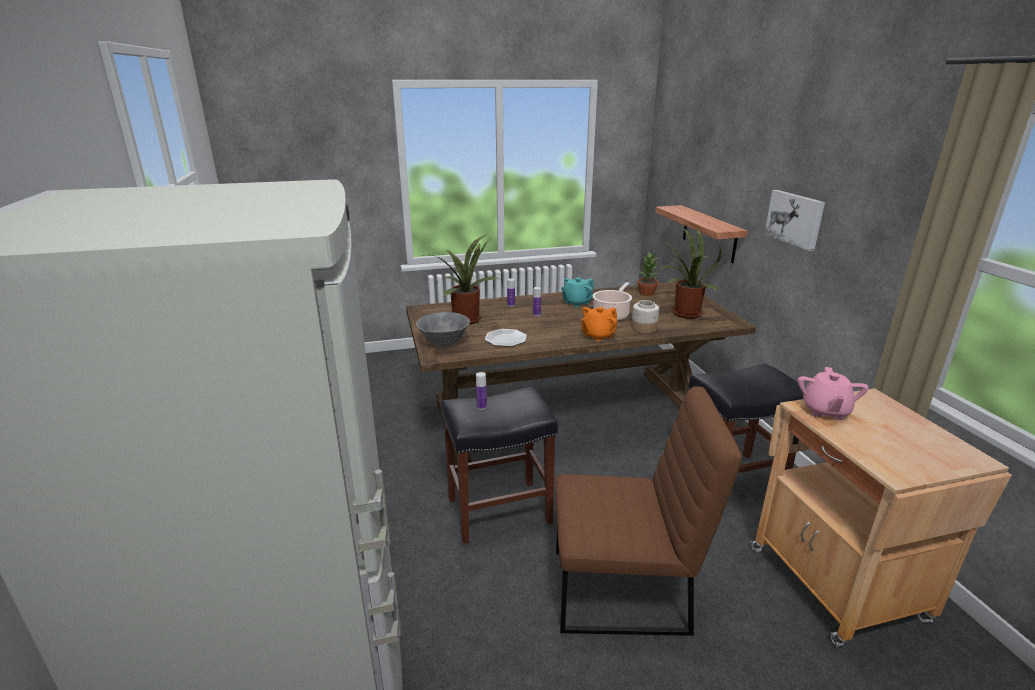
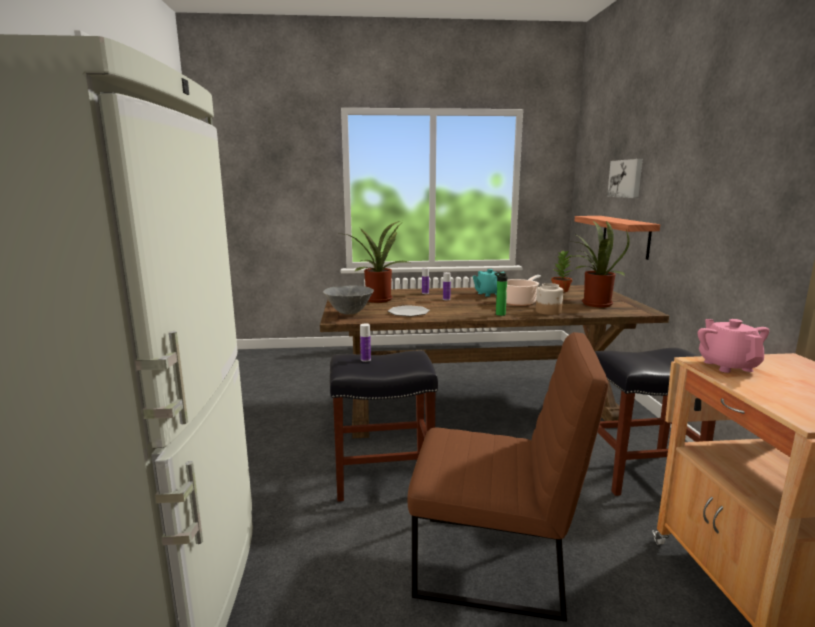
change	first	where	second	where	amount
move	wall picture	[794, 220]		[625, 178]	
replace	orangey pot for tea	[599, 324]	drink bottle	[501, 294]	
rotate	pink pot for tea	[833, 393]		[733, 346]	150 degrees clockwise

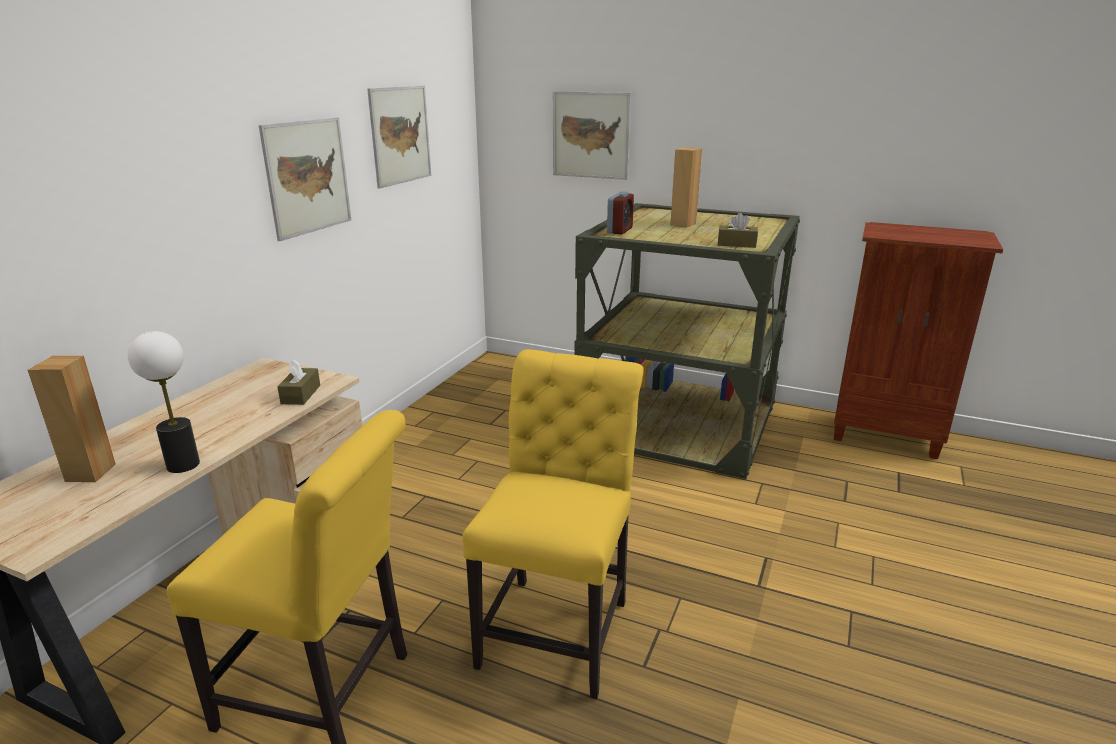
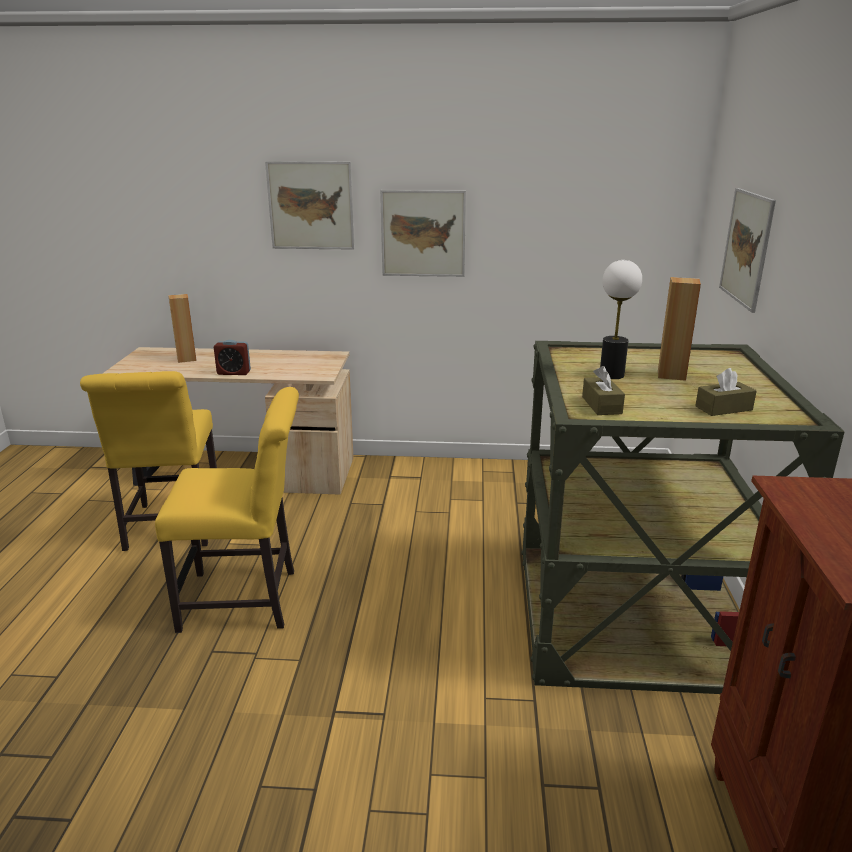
change	first	where	second	where	amount
move	lamp for a table	[164, 402]		[621, 319]	
move	brownish box of tissues	[298, 382]		[726, 392]	
move	wall picture	[399, 137]		[310, 205]	
move	table clock	[620, 212]		[232, 357]	

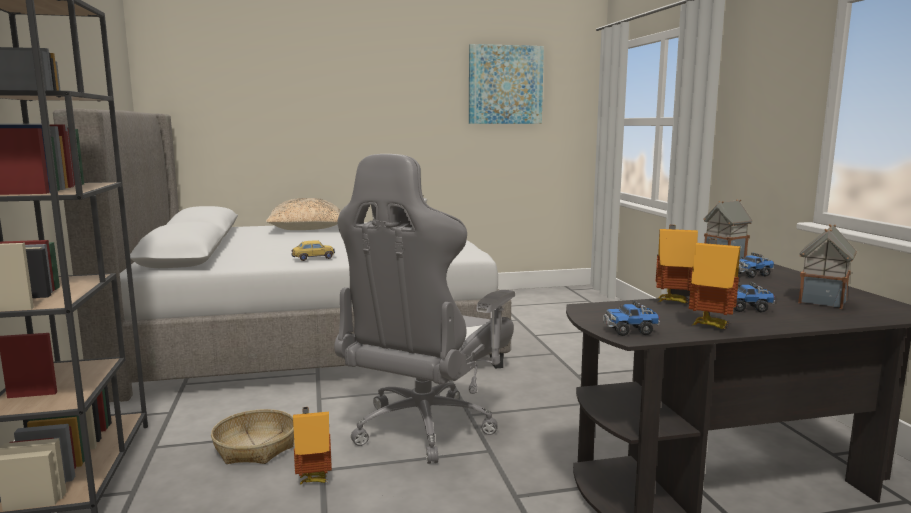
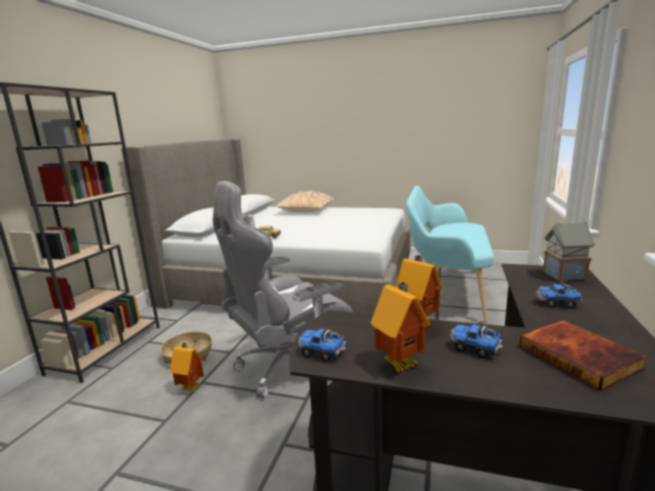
change	first	where	second	where	amount
delete	wall picture	[506, 84]			
insert			turquoise-coloured bench	[450, 255]	
replace	model house	[827, 266]	bound book	[583, 355]	

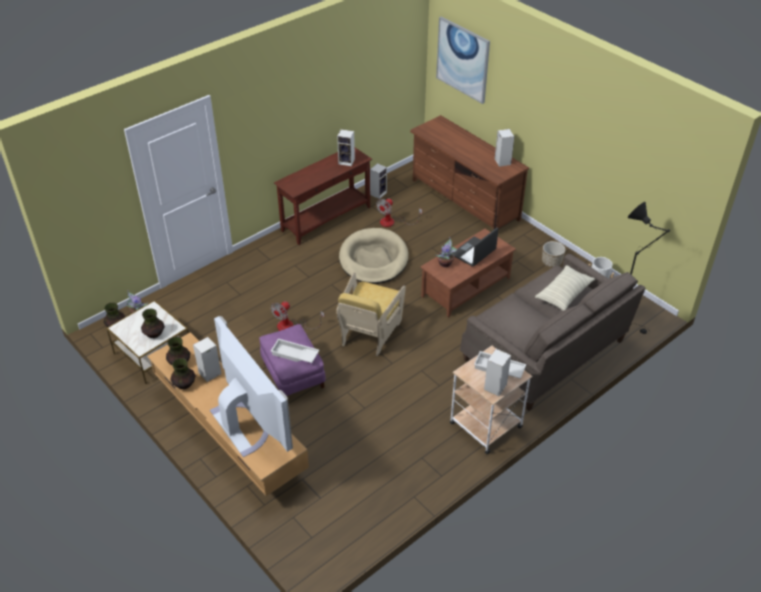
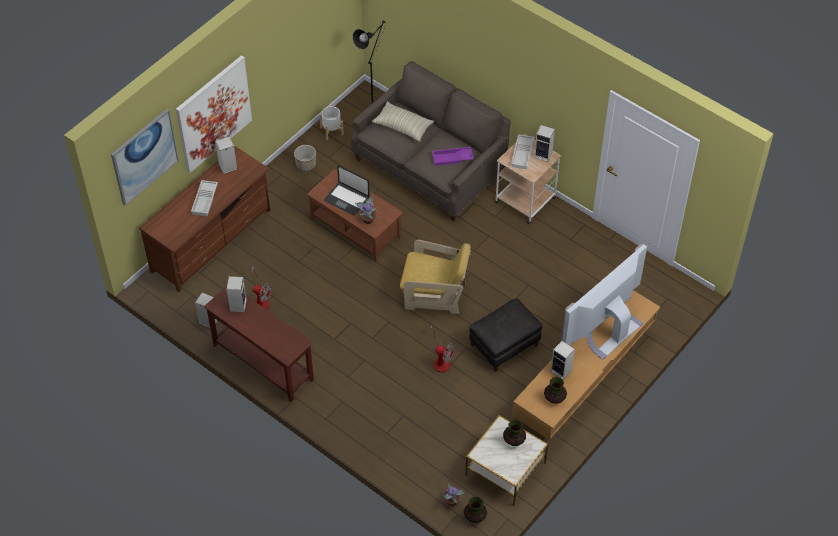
change	first	where	second	where	amount
delete	decorative vase	[183, 373]			
delete	beige-coloured pet bed	[374, 256]			
insert			wall picture	[214, 114]	
insert			purple serving tray	[452, 156]	
move	whitish serving tray	[294, 351]		[204, 198]	
recolor	purple ottoman	[292, 360]	black ottoman	[505, 335]	

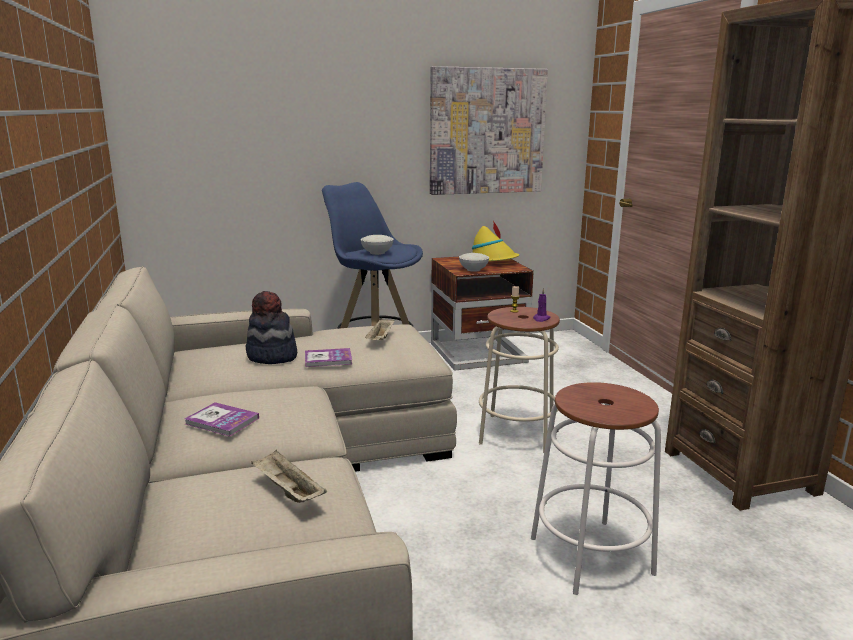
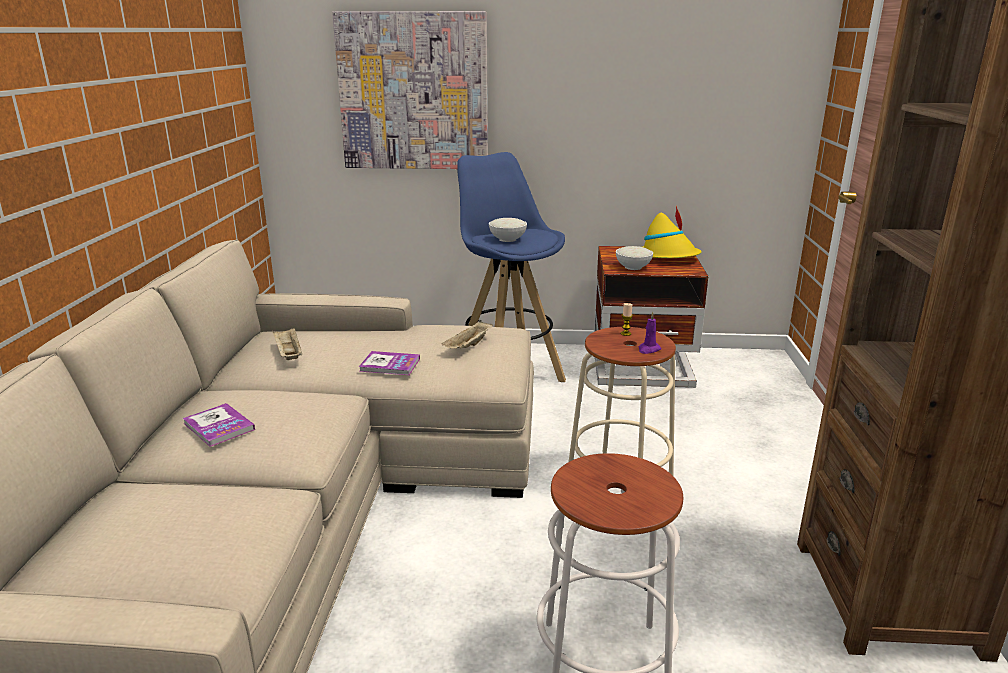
change	first	where	second	where	amount
delete	wearable hat	[271, 327]			
move	beige-coloured serving tray	[289, 476]		[287, 344]	
move	wall picture	[489, 130]		[410, 90]	

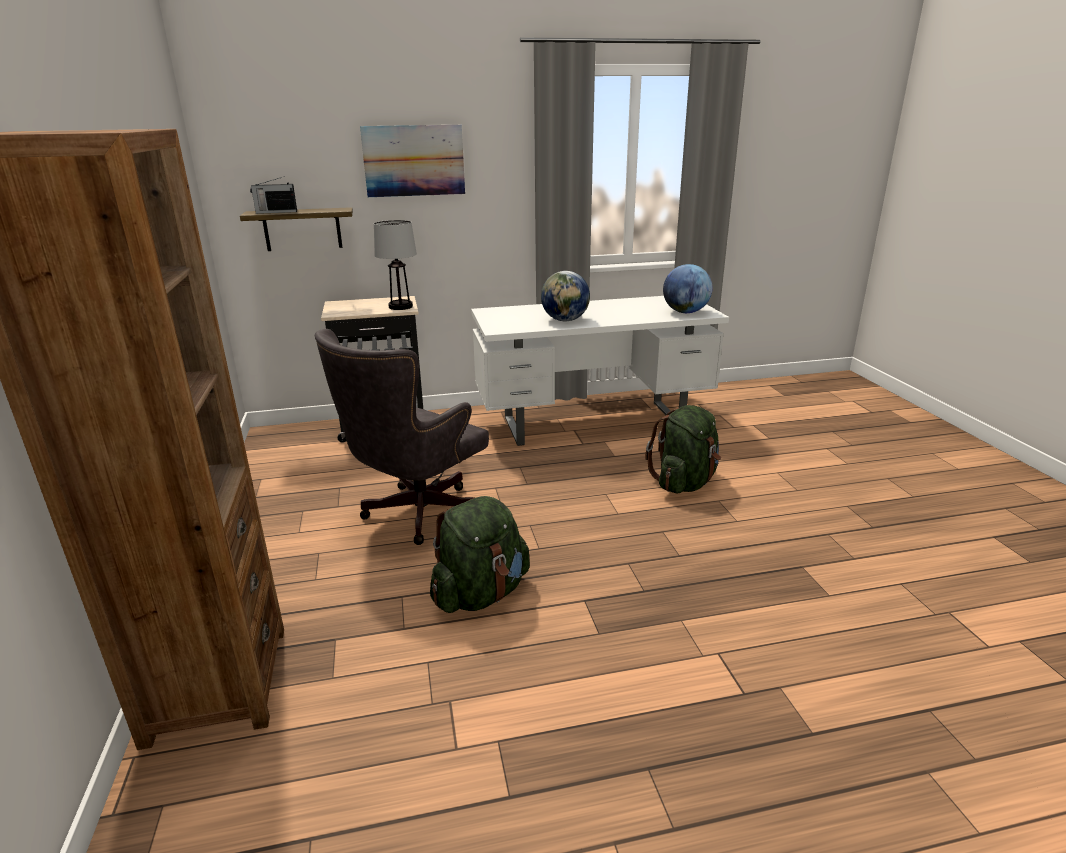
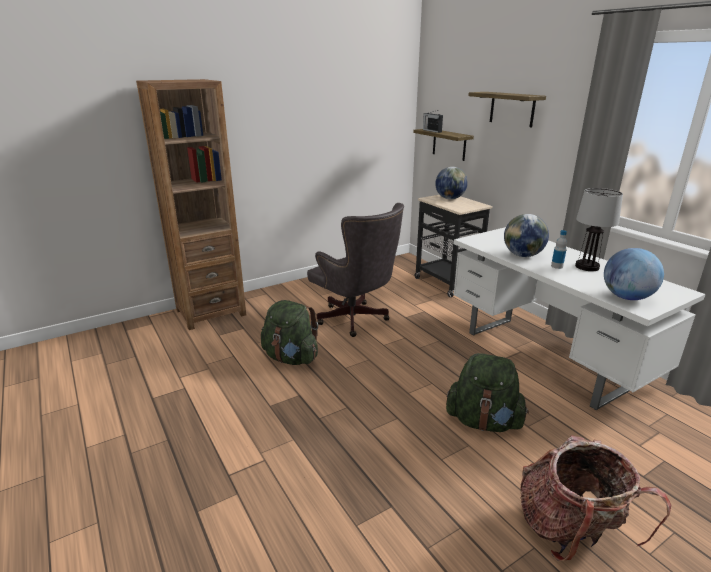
change	first	where	second	where	amount
insert			desk globe	[451, 183]	
insert			backpack	[595, 498]	
insert			drink bottle	[559, 249]	
move	lamp for a table	[395, 265]		[599, 229]	
replace	wall picture	[412, 161]	wall shelf	[507, 109]	
rotate	grey computer chair	[402, 437]		[355, 270]	150 degrees counterclockwise

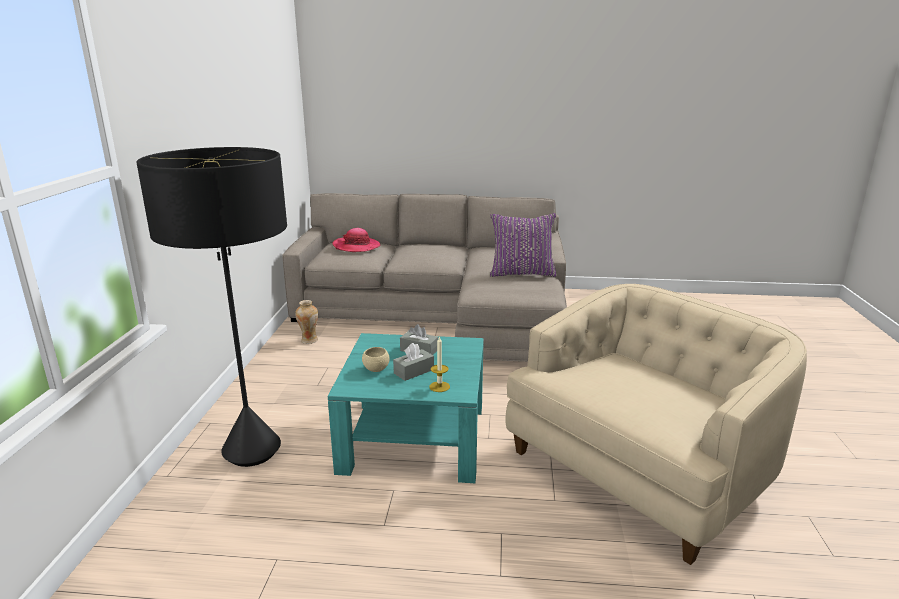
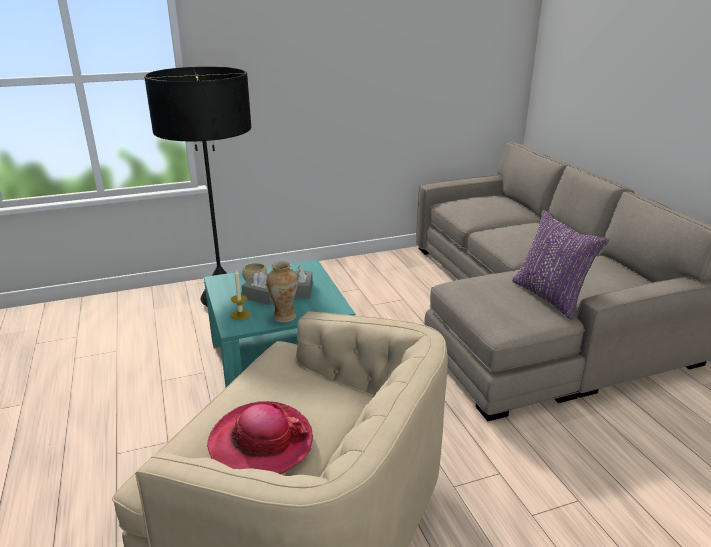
change	first	where	second	where	amount
move	decorative vase	[306, 322]		[282, 291]	
move	wearable hat	[356, 240]		[260, 437]	

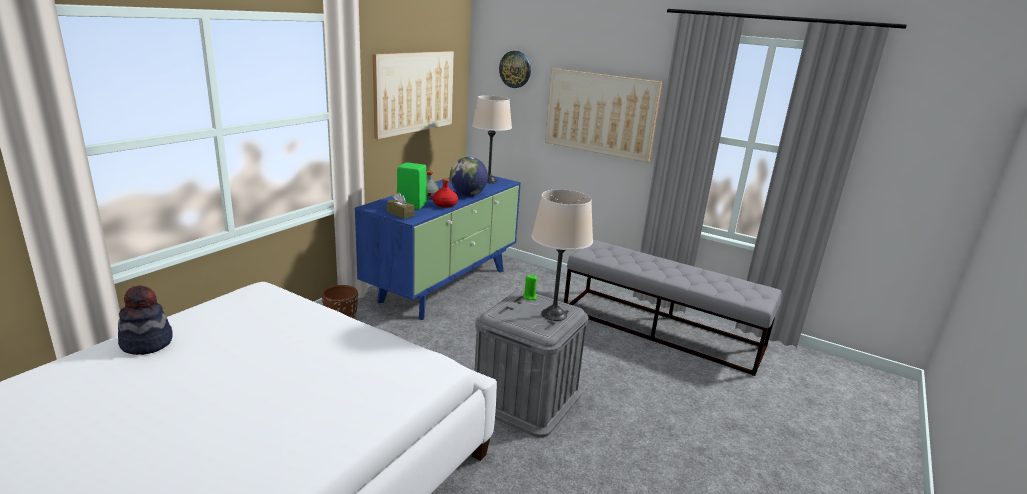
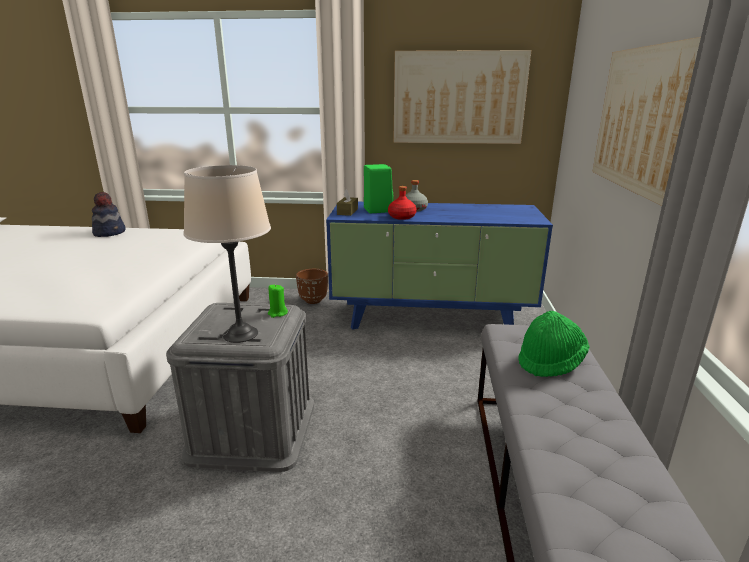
change	first	where	second	where	amount
delete	desk globe	[469, 176]			
delete	beige-coloured lamp for a table	[492, 139]			
delete	wall clock	[515, 69]			
insert			green wearable hat	[554, 344]	

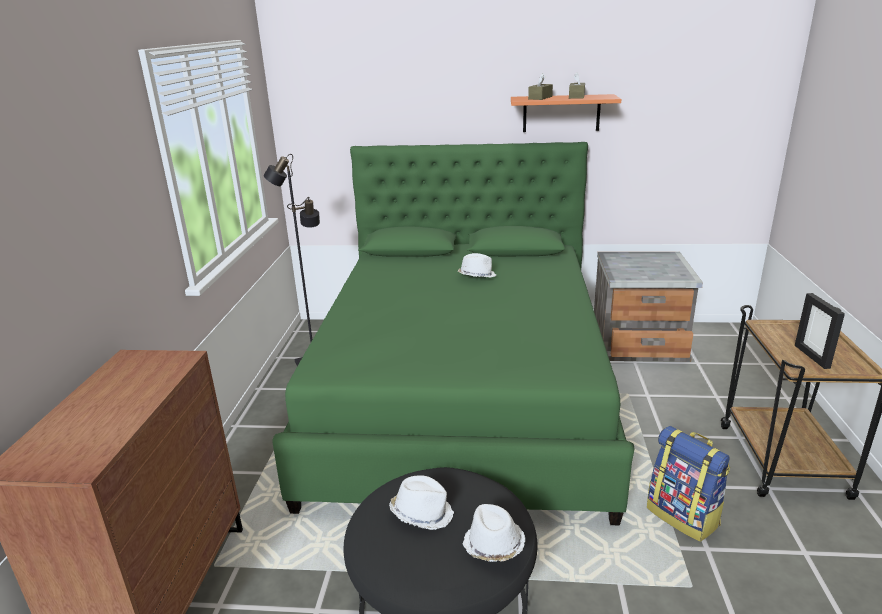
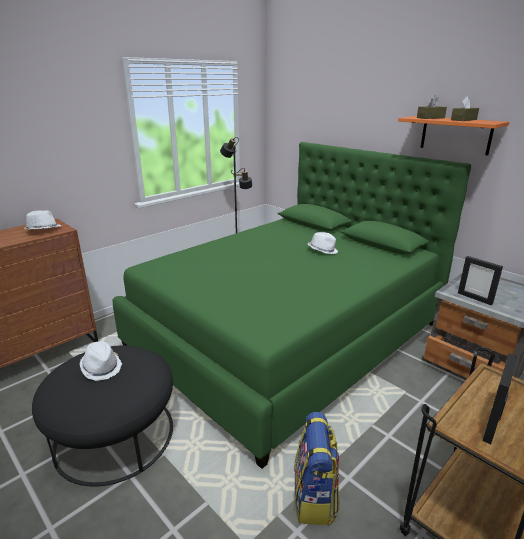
change	first	where	second	where	amount
insert			photo frame	[480, 280]	
move	whitish wearable hat	[494, 533]		[42, 220]	

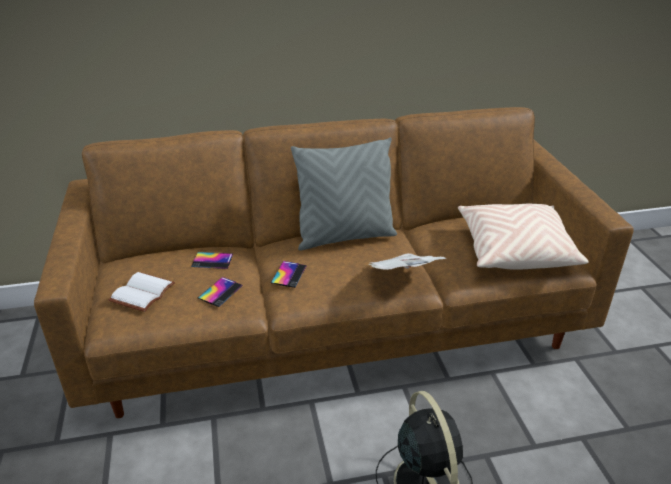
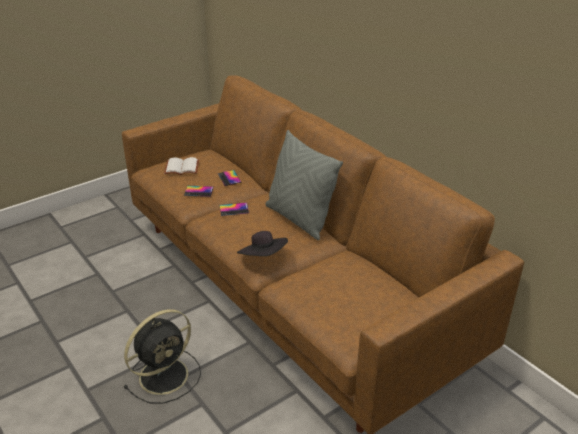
change	first	where	second	where	amount
delete	beige-coloured throw pillow	[523, 237]			
replace	printed paper	[408, 261]	black wearable hat	[262, 243]	

